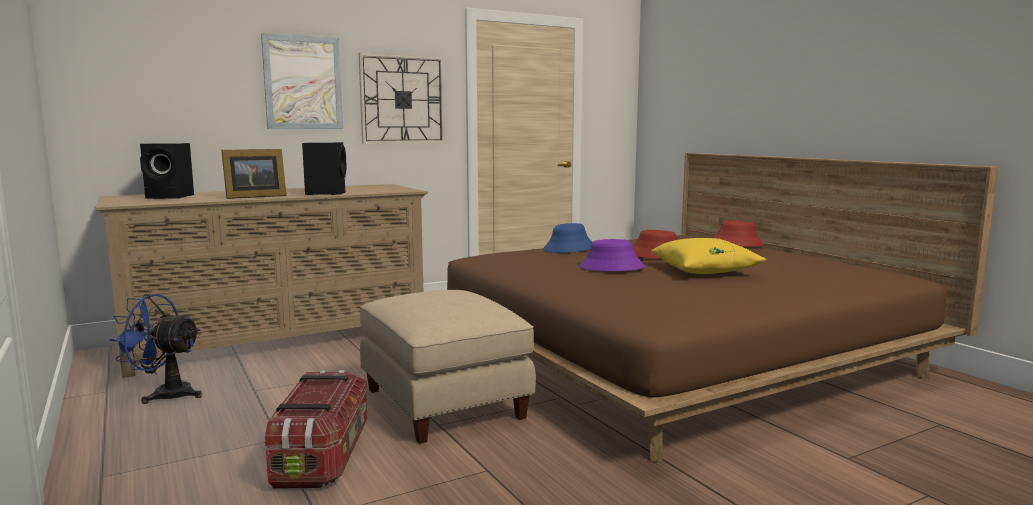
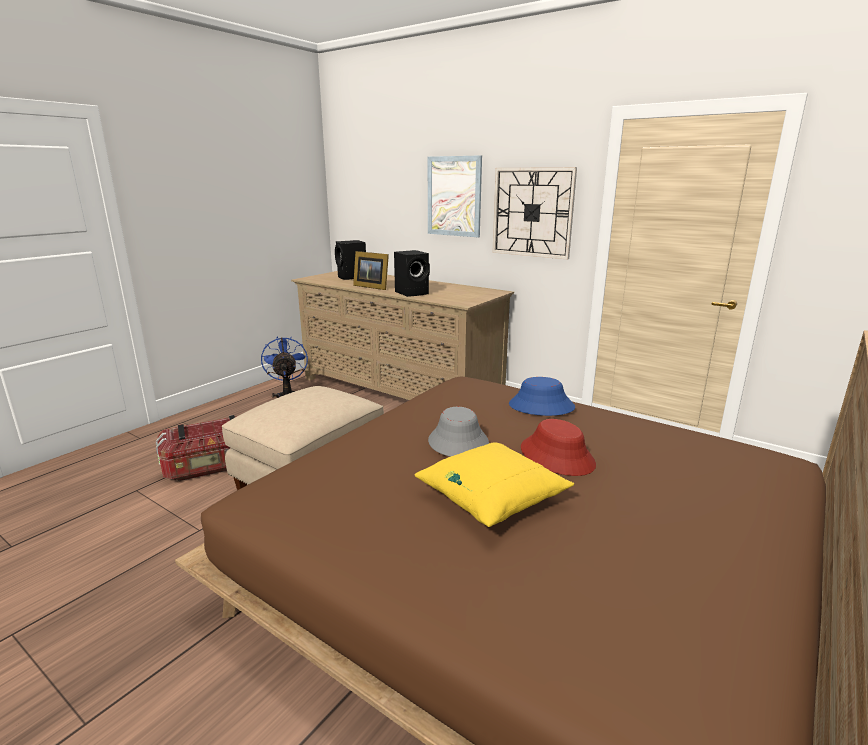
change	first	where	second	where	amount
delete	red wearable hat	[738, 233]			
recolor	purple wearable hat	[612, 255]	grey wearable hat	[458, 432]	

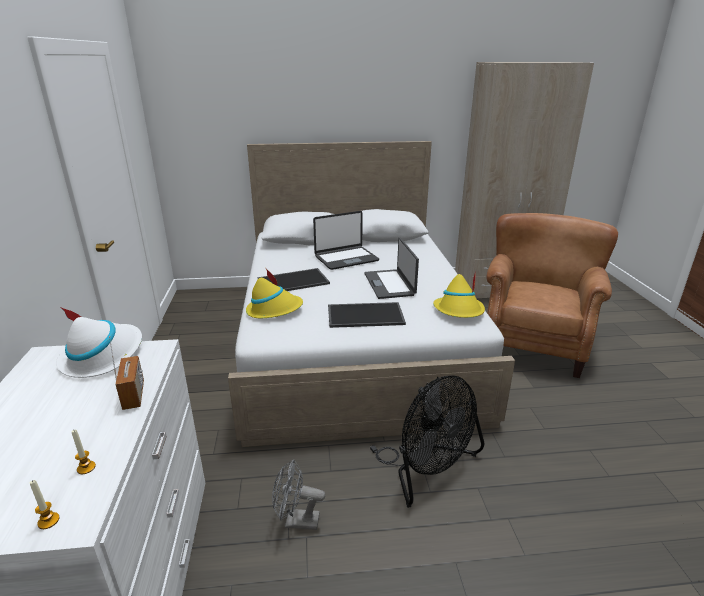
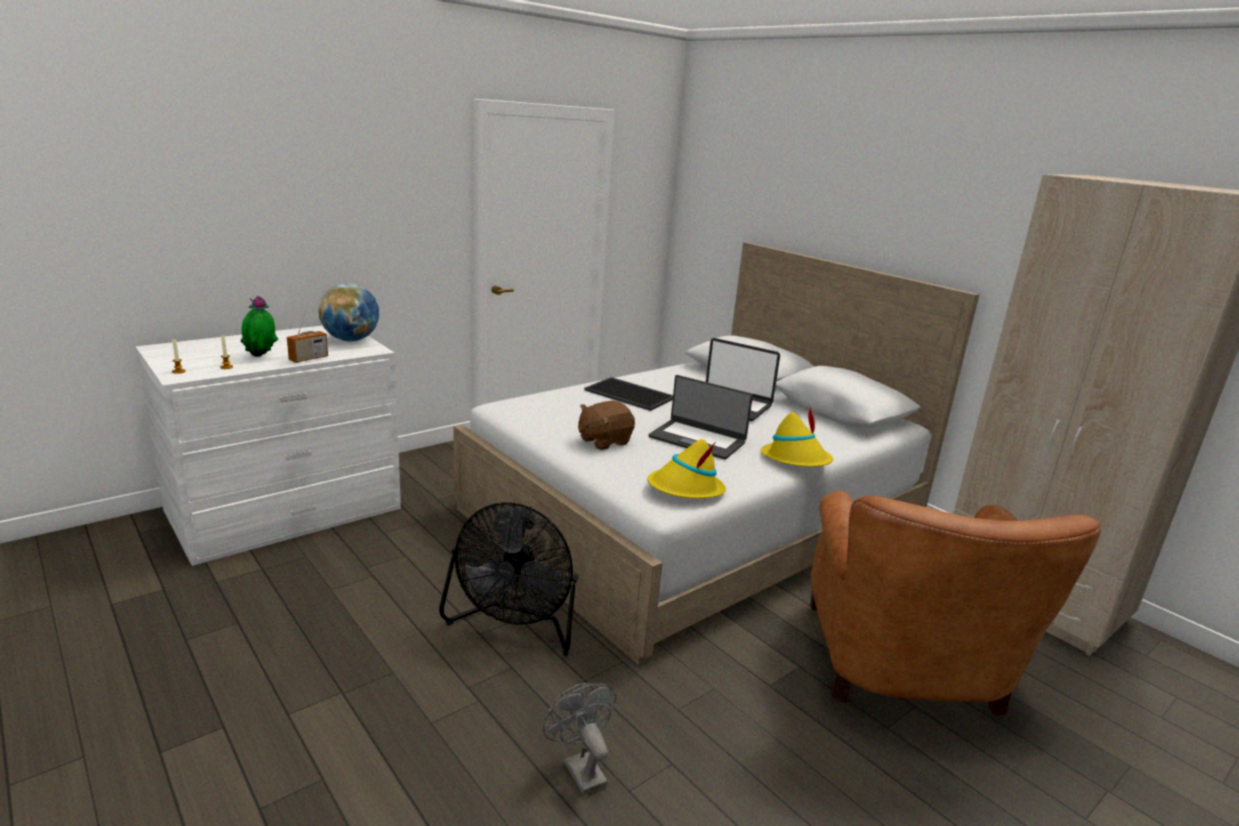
change	first	where	second	where	amount
insert			potted plant	[259, 326]	
move	yellowish wearable hat	[274, 293]		[797, 437]	
move	grey fan	[298, 494]		[579, 739]	
replace	whitish wearable hat	[99, 342]	desk globe	[348, 312]	
replace	serving tray	[367, 315]	brownish soft toy	[606, 425]	
rotate	laptop	[391, 268]		[701, 417]	105 degrees counterclockwise
rotate	brownish armchair	[552, 295]		[955, 603]	105 degrees clockwise

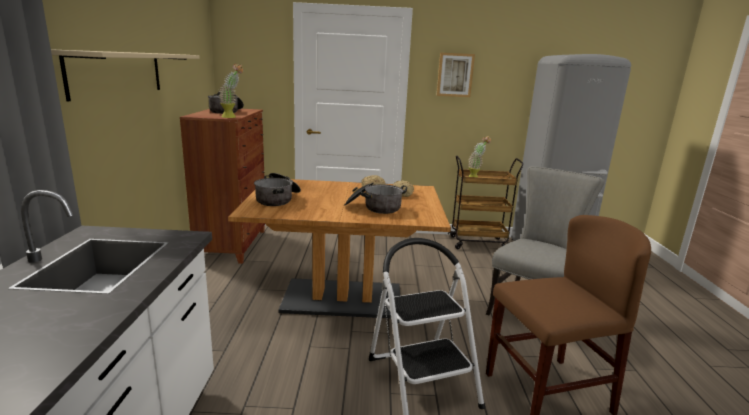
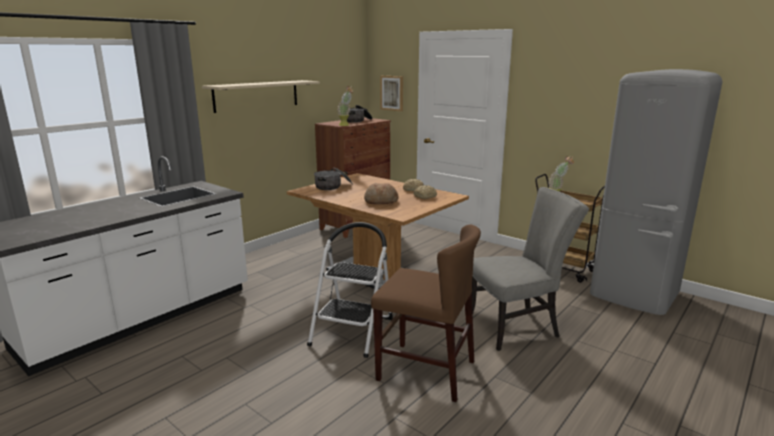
change	first	where	second	where	amount
move	wall picture	[455, 75]		[391, 93]	
replace	cooking pot	[375, 198]	bread	[381, 193]	

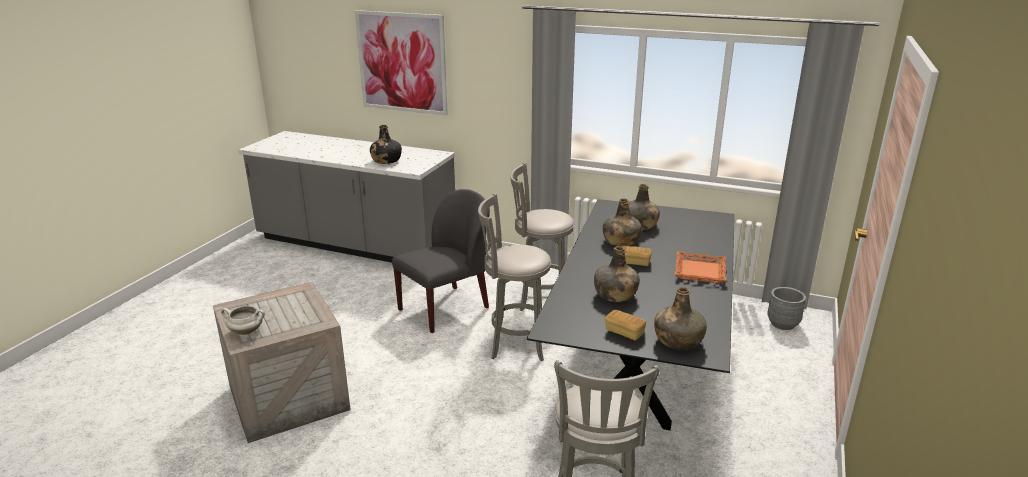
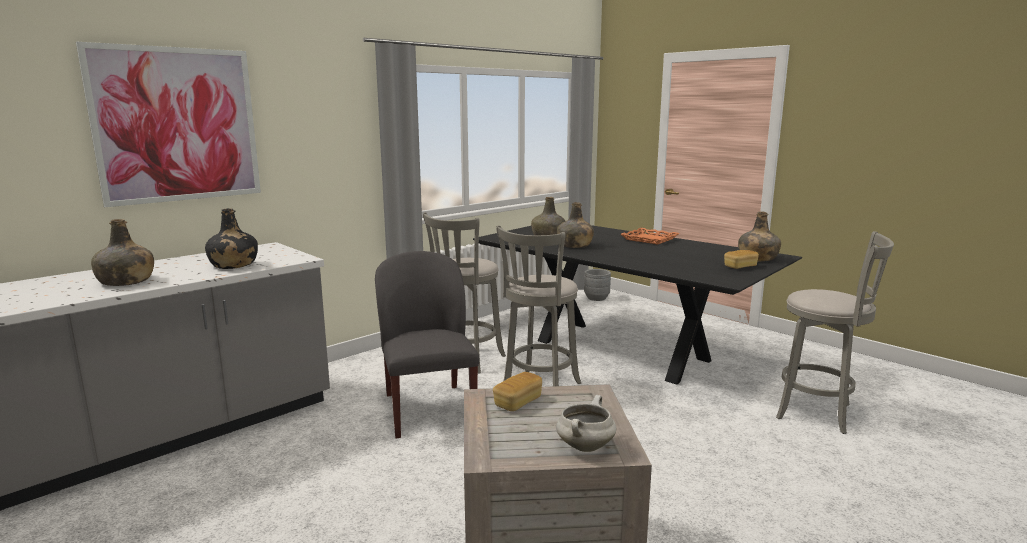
change	first	where	second	where	amount
move	green drink bottle	[617, 274]		[122, 252]	
move	bread	[637, 255]		[517, 391]	

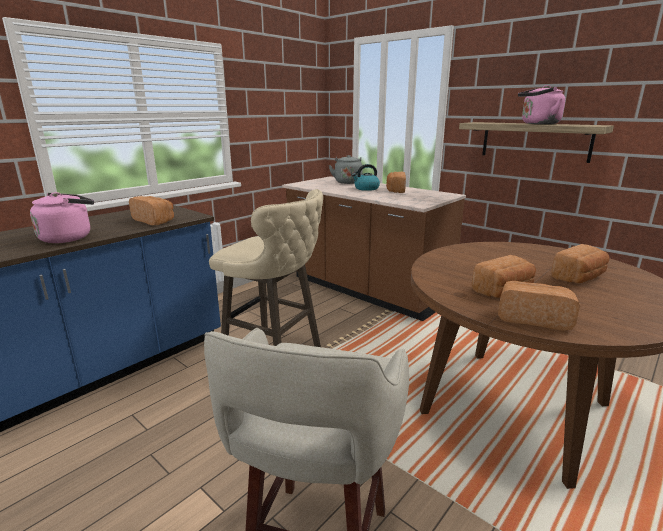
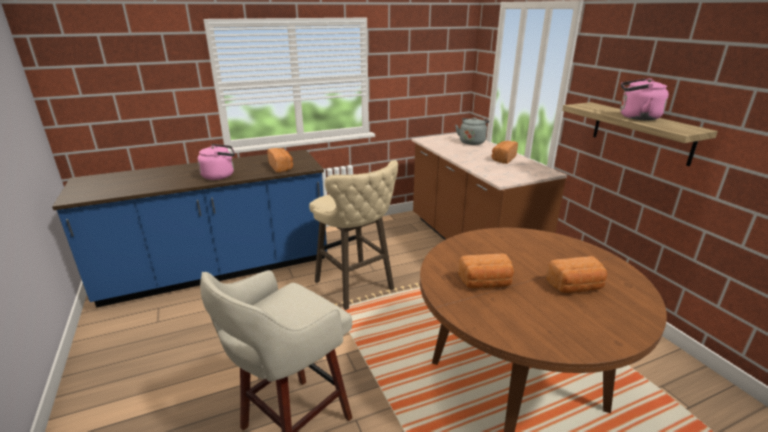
change	first	where	second	where	amount
delete	tea kettle	[366, 177]			
delete	bread	[539, 306]			

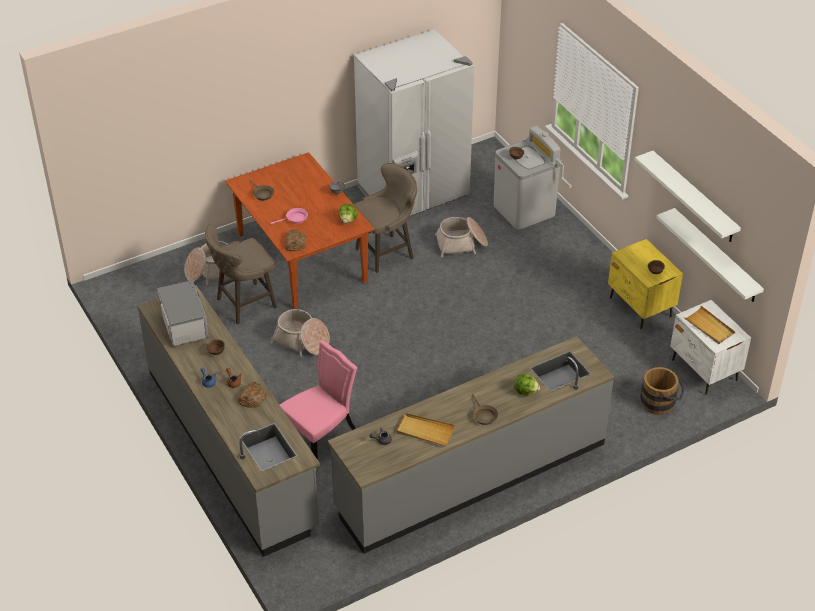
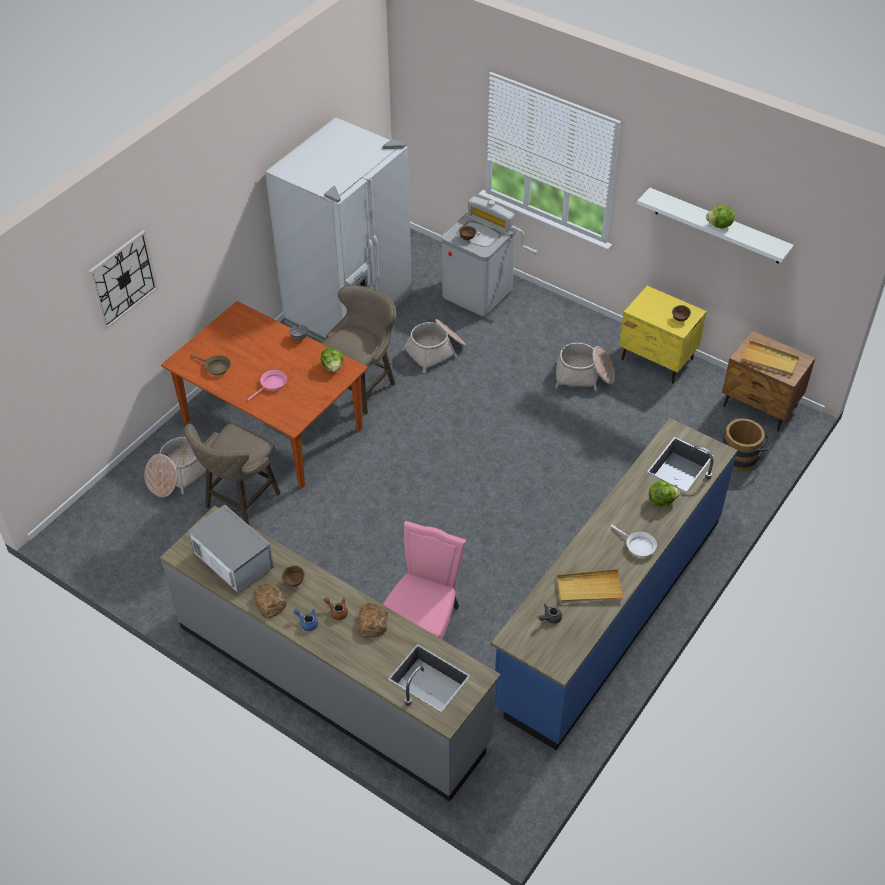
change	first	where	second	where	amount
delete	whitish wall shelf	[710, 255]			
insert			wall clock	[123, 280]	
insert			head of lettuce	[720, 217]	
move	storage basket	[300, 333]		[585, 367]	
move	bread	[295, 240]		[270, 601]	
recolor	grey counter	[471, 445]	bluish counter	[614, 584]	
recolor	brownish frying pan	[485, 409]	whitish frying pan	[634, 541]	
recolor	whitish bedside table	[710, 347]	brownish bedside table	[768, 381]	

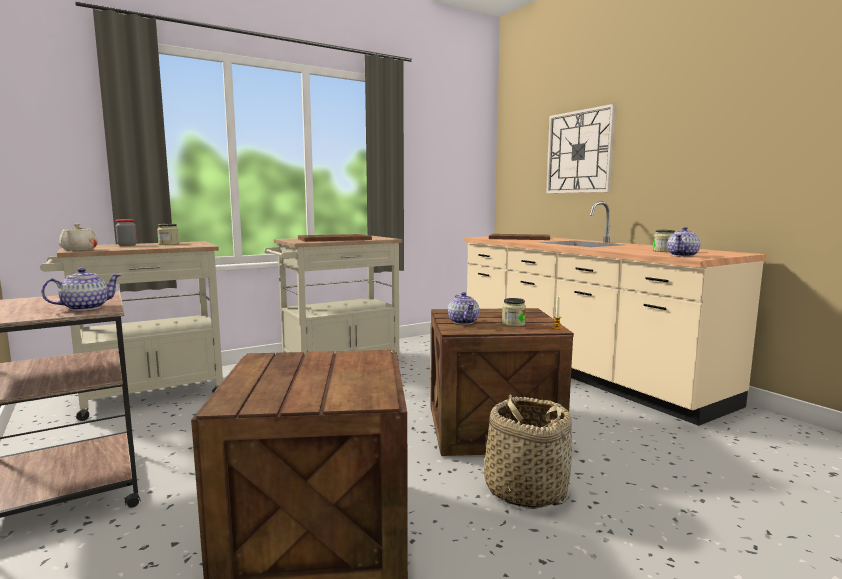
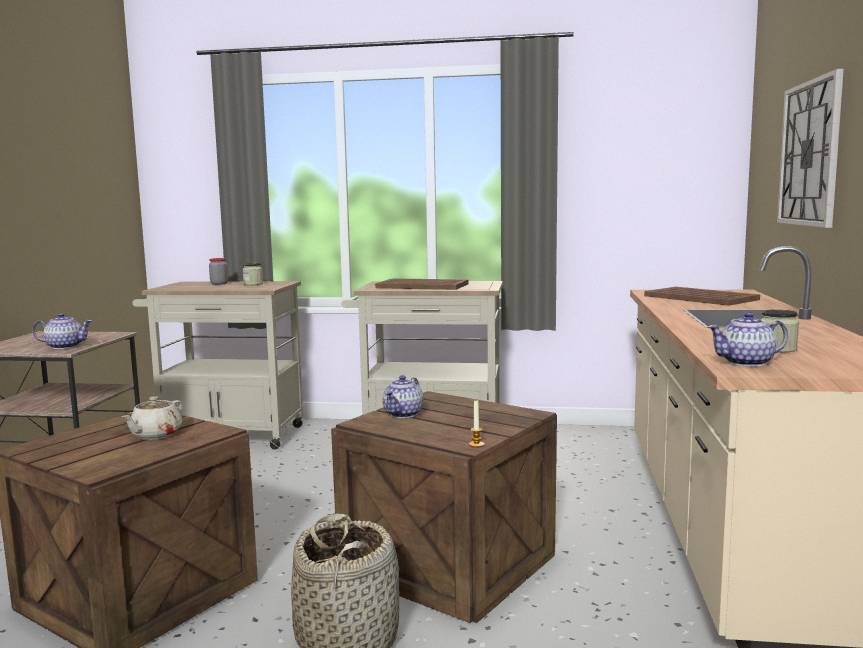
change	first	where	second	where	amount
delete	preserve jar	[514, 312]			
move	beige-coloured pot for tea	[78, 237]		[152, 418]	

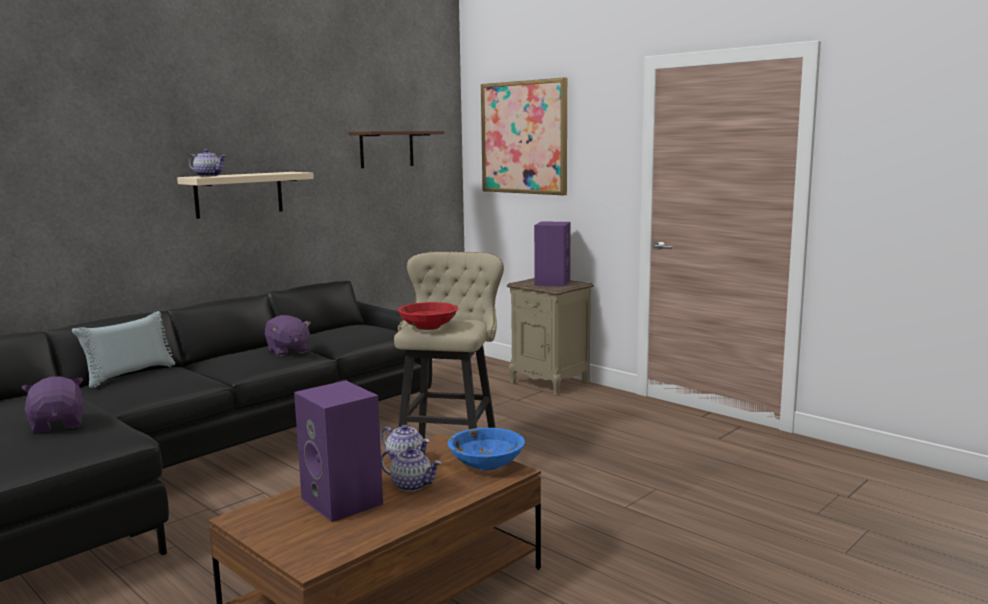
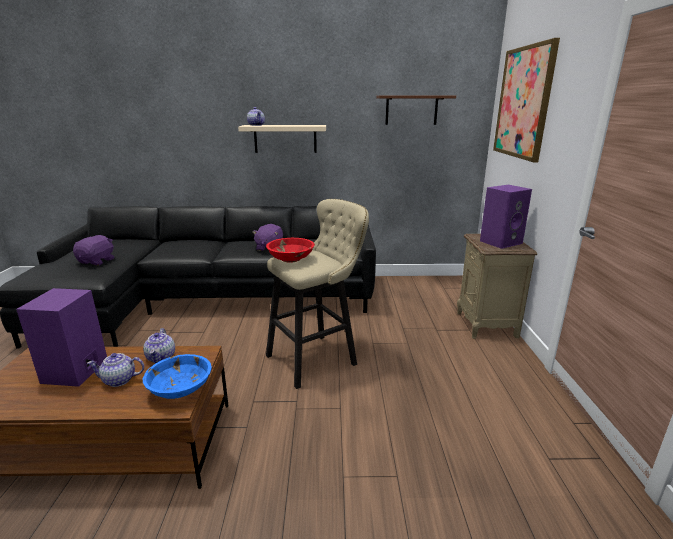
change	first	where	second	where	amount
delete	bluish throw pillow	[123, 349]			
rotate	pot for tea	[411, 469]		[115, 370]	105 degrees clockwise

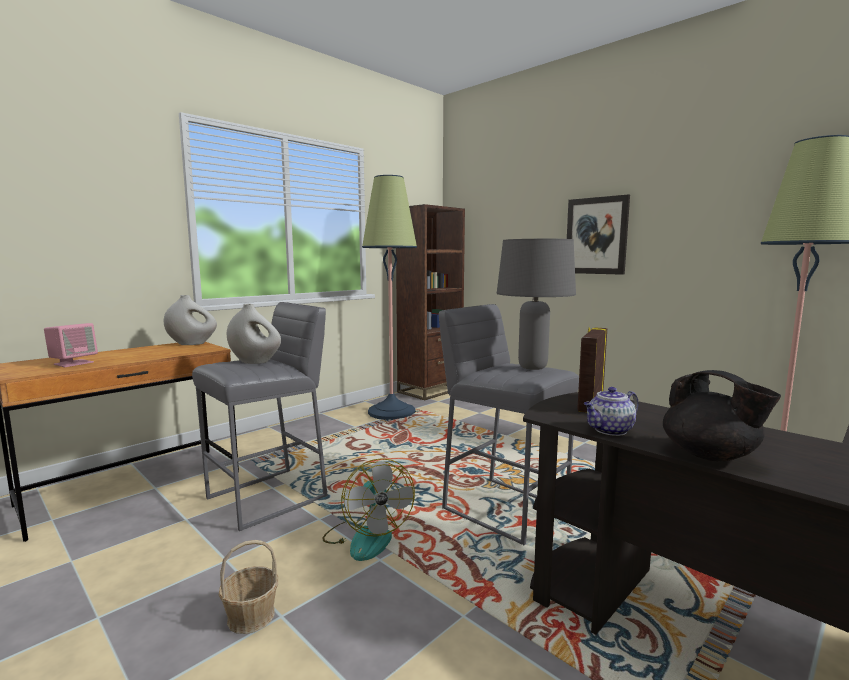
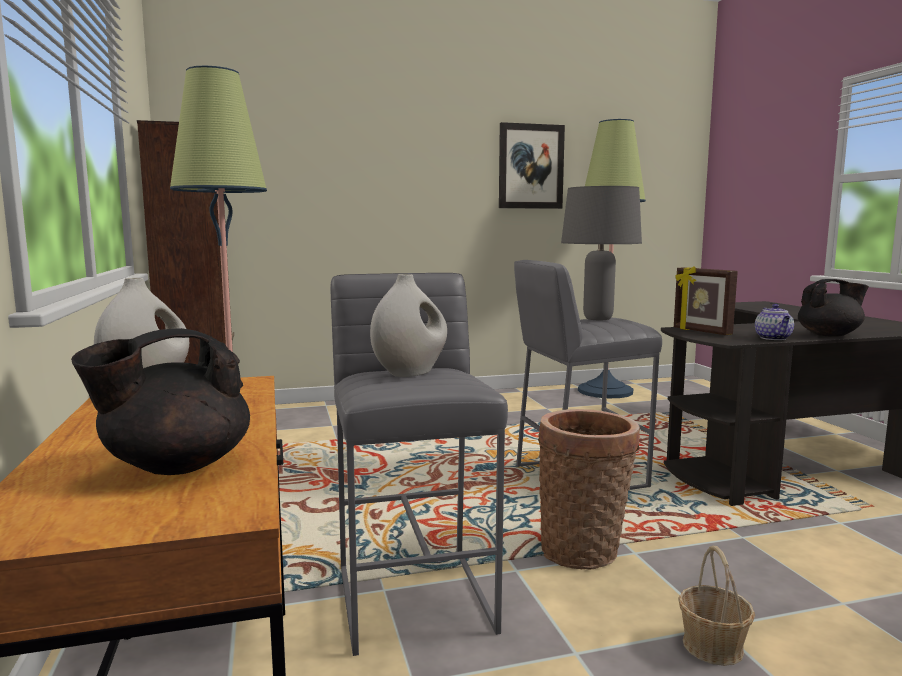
change	first	where	second	where	amount
move	wall picture	[598, 234]		[532, 165]	
replace	pink speaker	[71, 345]	black pot for tea	[160, 401]	
replace	fan	[368, 509]	storage basket	[589, 489]	

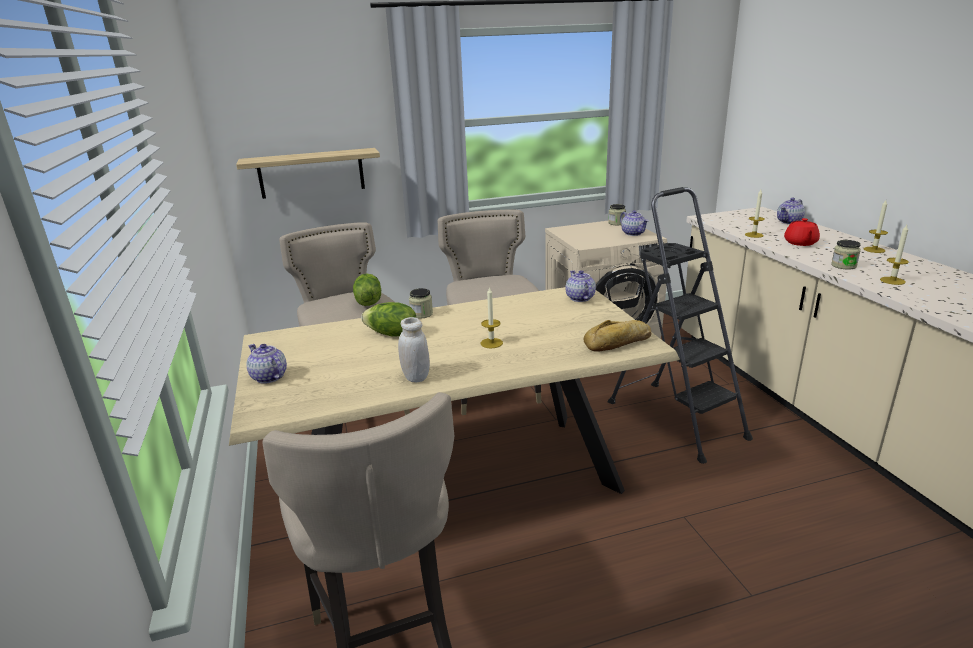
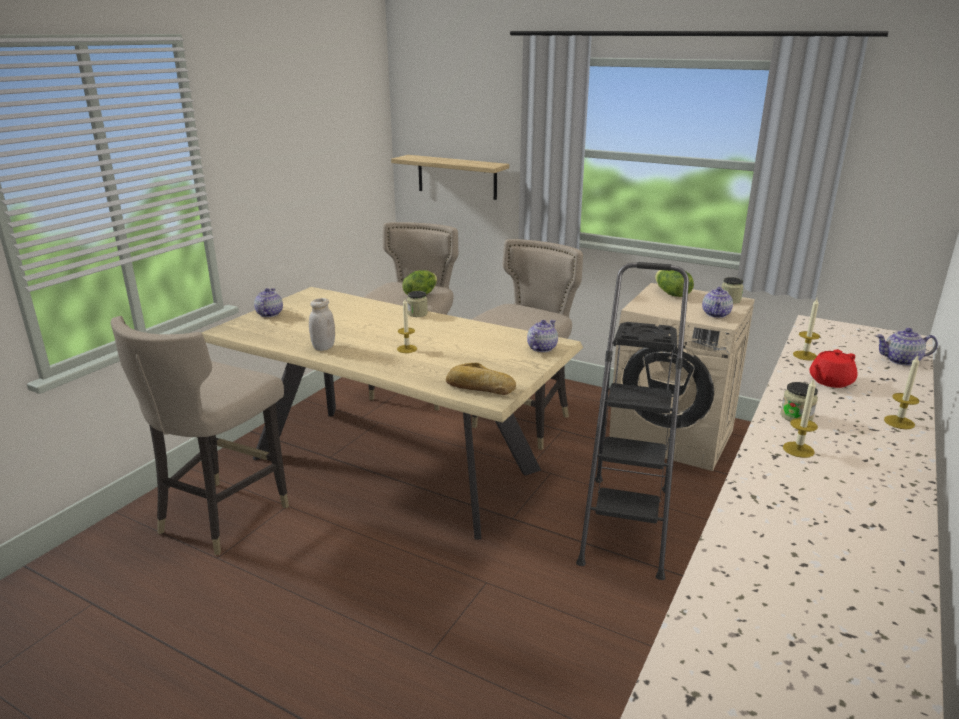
change	first	where	second	where	amount
move	head of lettuce	[388, 319]		[674, 283]	

